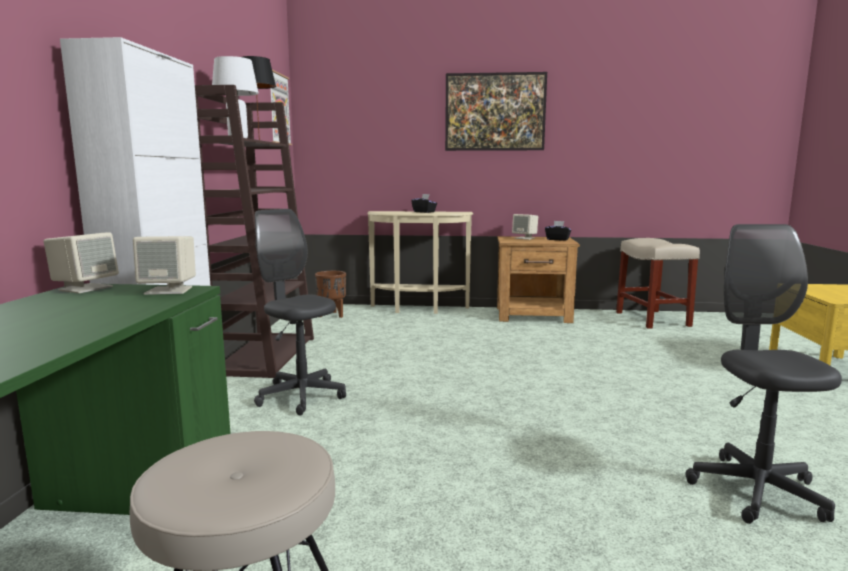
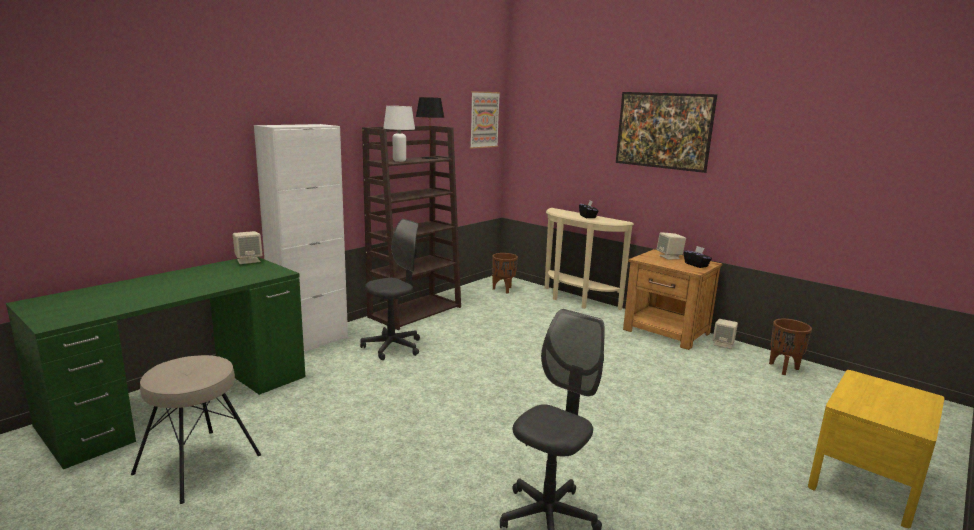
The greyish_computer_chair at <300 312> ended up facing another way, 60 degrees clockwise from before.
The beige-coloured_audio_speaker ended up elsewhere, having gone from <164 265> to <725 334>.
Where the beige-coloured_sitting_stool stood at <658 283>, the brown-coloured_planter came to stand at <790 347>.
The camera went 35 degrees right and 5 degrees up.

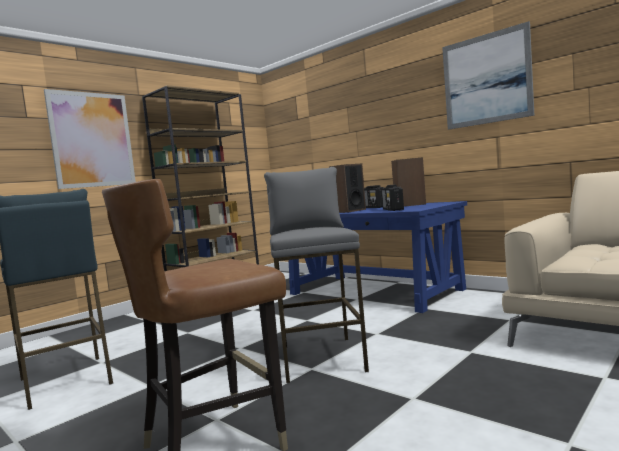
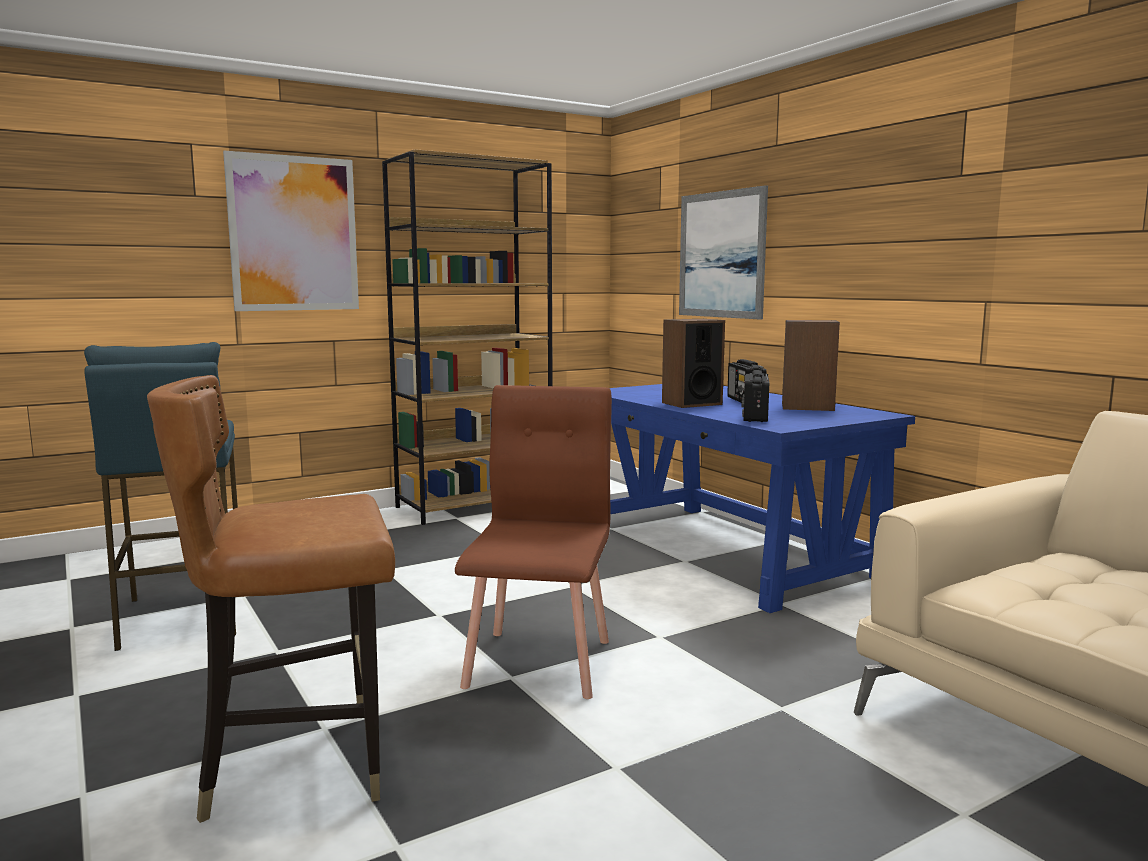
The wall_picture ended up elsewhere, having gone from <488 75> to <723 252>.
Where the greyish_sitting_stool stood at <316 275>, the brown-coloured_upright_chair came to stand at <533 542>.
The camera went 15 degrees right and 5 degrees up.

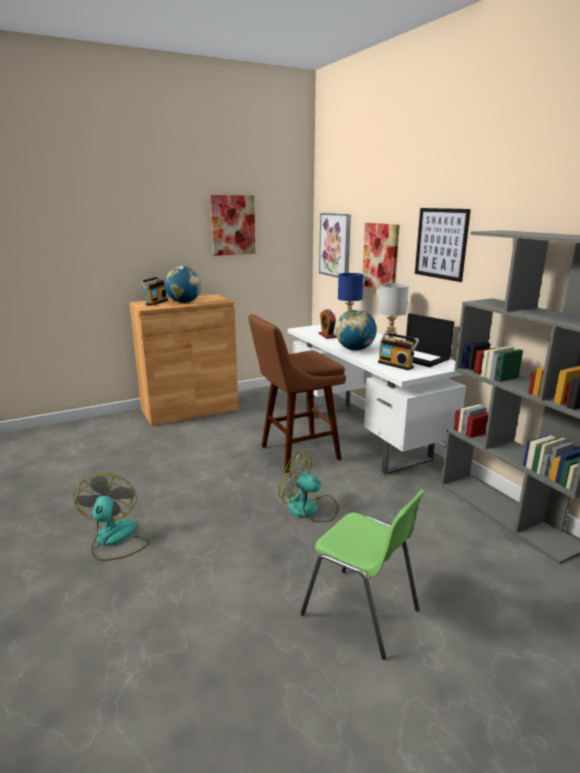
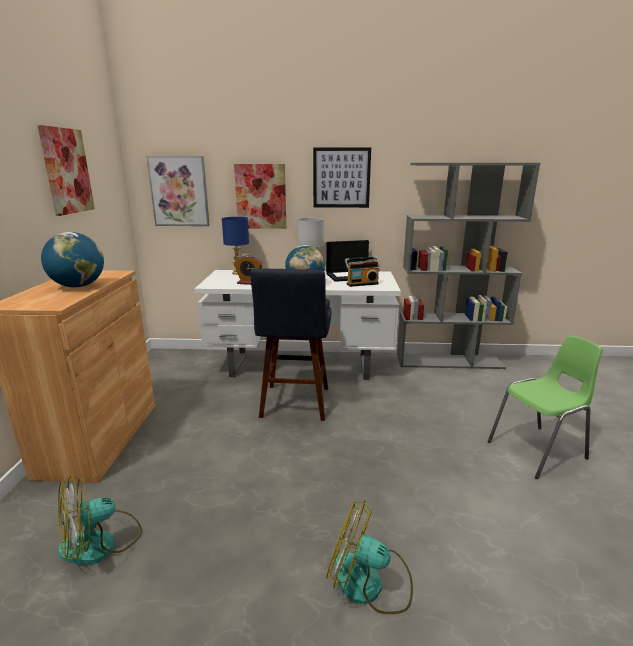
The second view lost the radio_receiver at <154 291>.
What was the brown-coloured_sitting_stool at <297 393> turned into the bluish_sitting_stool at <290 344>.
The fan ended up elsewhere, having gone from <308 486> to <100 520>.
The camera went 60 degrees left and 0 degrees up.

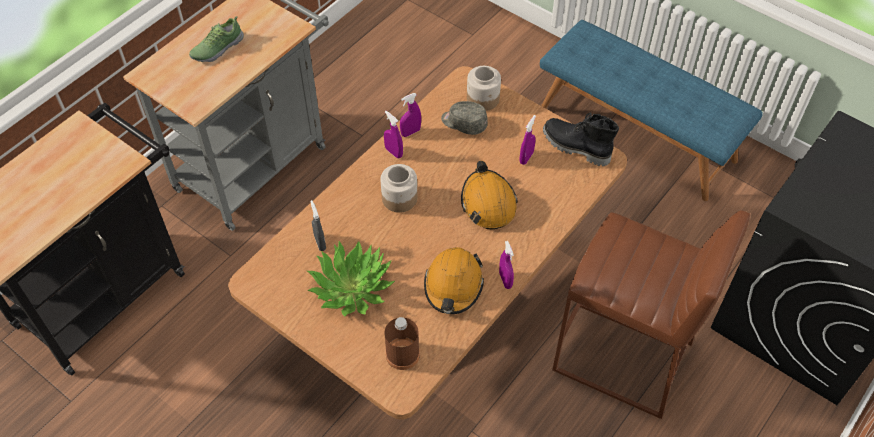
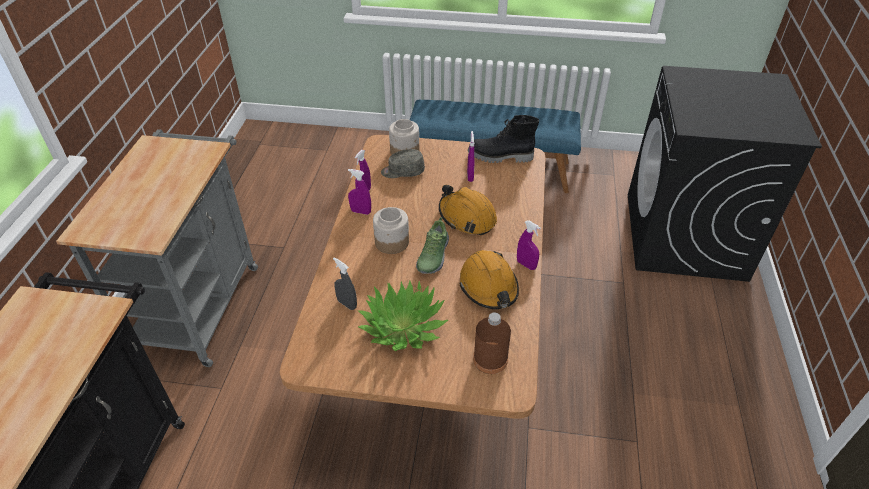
The low_shoe ended up elsewhere, having gone from <216 39> to <432 245>.
The second view lost the brown-coloured_sitting_stool at <651 314>.
The camera went 30 degrees left and 10 degrees down.

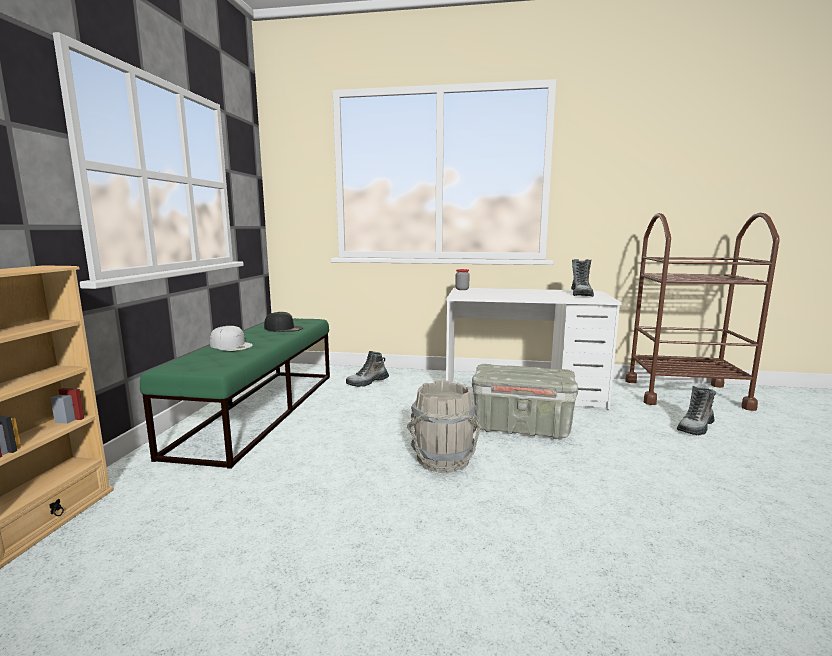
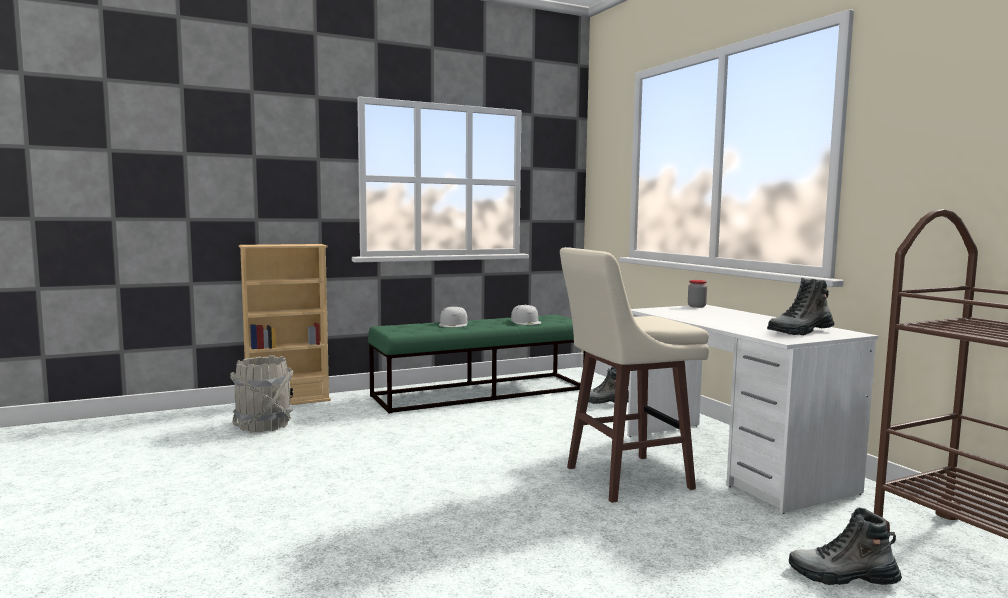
What was the black-coloured_cap at <283 322> turned into the white_cap at <526 315>.
Where the greyish_storage_bin stood at <525 401>, the beige-coloured_sitting_stool came to stand at <634 375>.
The greyish_bucket ended up elsewhere, having gone from <443 426> to <261 394>.
The camera went 55 degrees right and 5 degrees down.

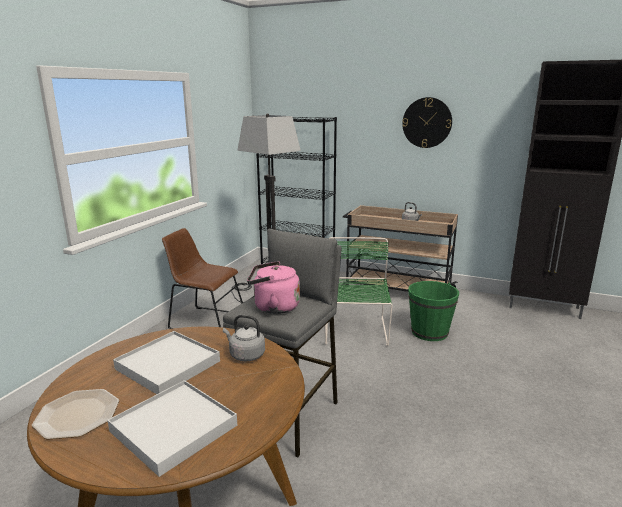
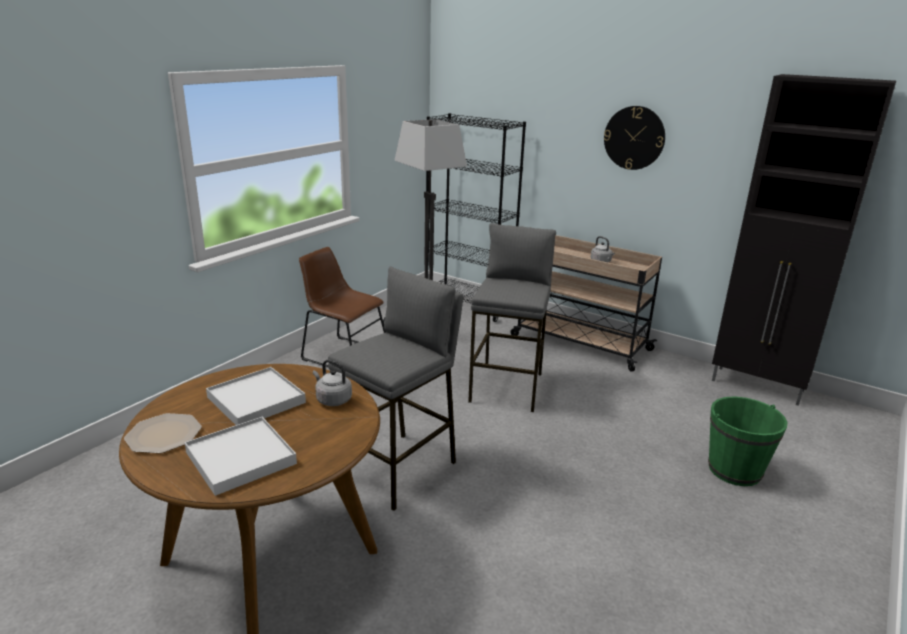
Where the greenish_upright_chair stood at <359 291>, the greyish_sitting_stool came to stand at <512 317>.
The second view lost the pink_water_kettle at <273 287>.
The greenish_bucket ended up elsewhere, having gone from <433 311> to <748 441>.
The camera went 10 degrees right and 5 degrees up.

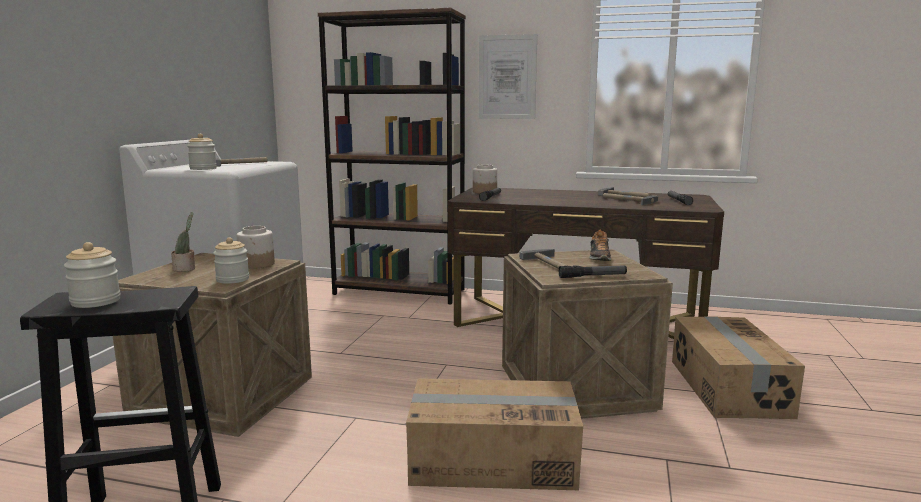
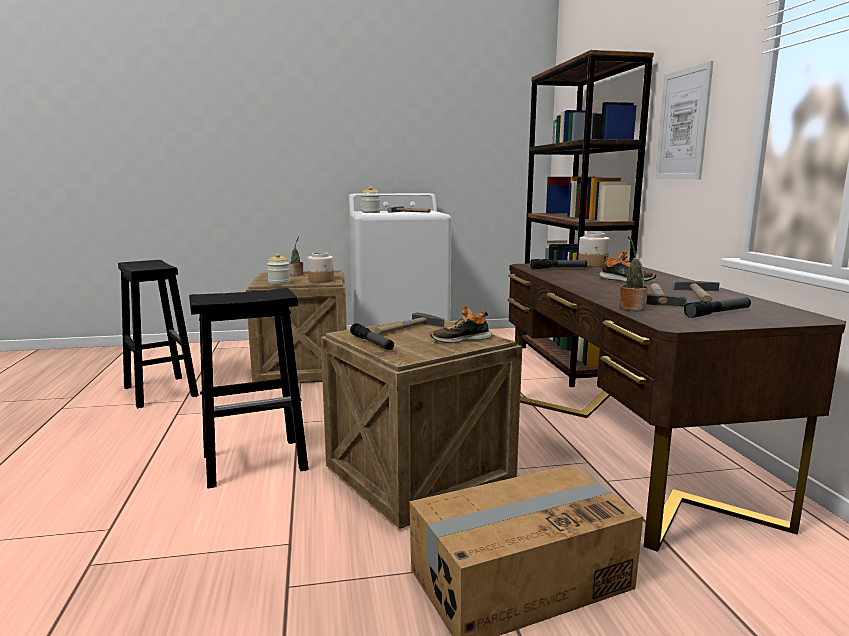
The second view lost the storage_jar at <92 275>.
Where the packing_box stood at <494 434>, the black-coloured_sitting_stool came to stand at <249 388>.
The second view gained the potted_plant at <633 273>.
The second view gained the low_shoe at <627 266>.
The camera went 65 degrees right and 0 degrees up.

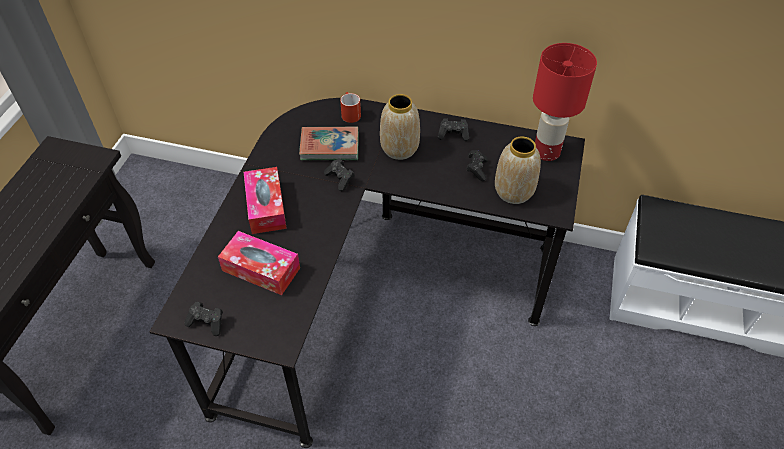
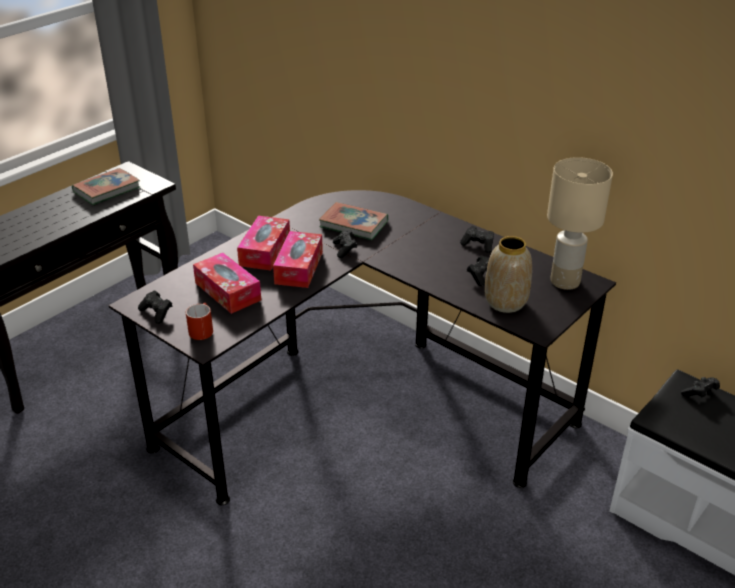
What was the red_table_lamp at <565 102> turned into the beige-coloured_table_lamp at <580 223>.
The red_mug ended up elsewhere, having gone from <350 107> to <199 321>.
The second view lost the decorative_vase at <400 127>.
The second view gained the book at <106 186>.
The second view gained the tissue_holder at <298 259>.
The second view gained the black-coloured_gamepad at <700 387>.
The camera went 25 degrees right and 15 degrees down.

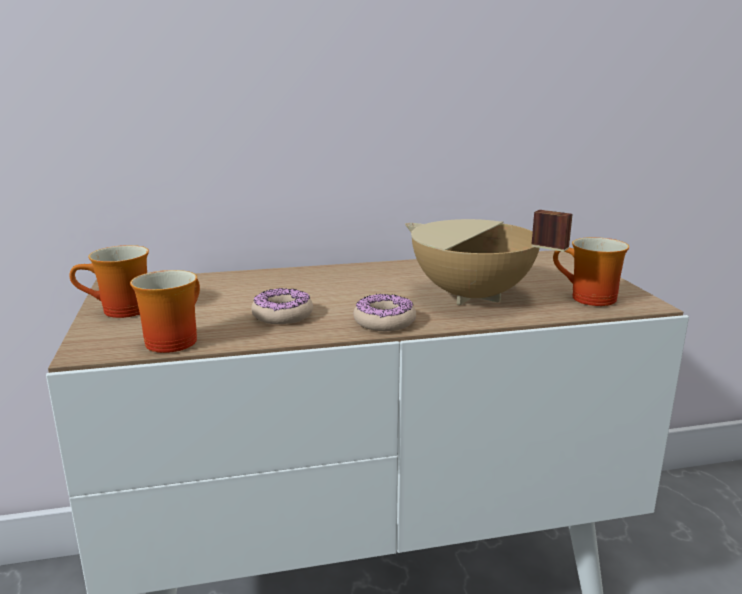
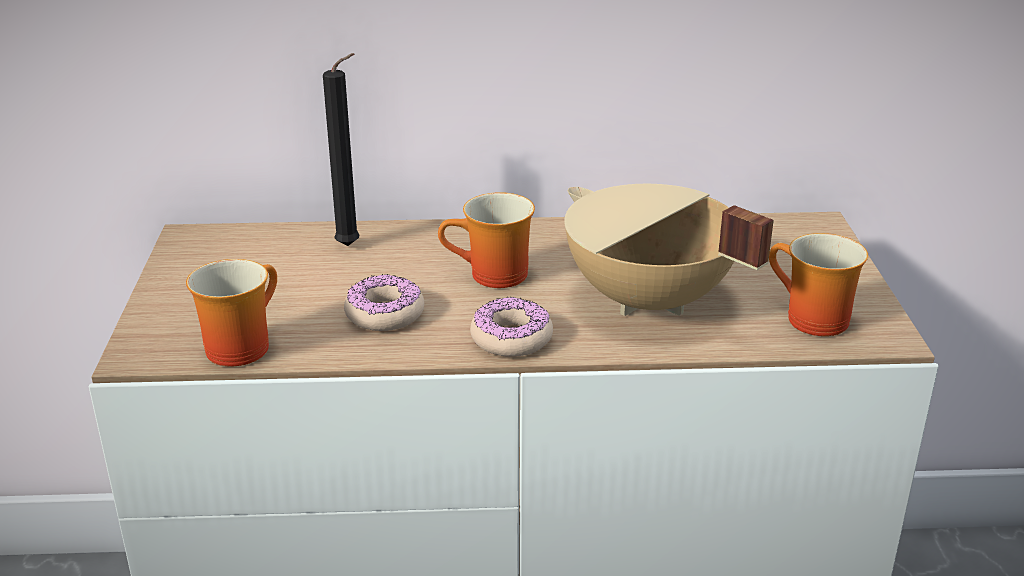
The mug ended up elsewhere, having gone from <109 281> to <486 240>.
The second view gained the black-coloured_wax_candle at <341 149>.
The camera went 10 degrees right and 10 degrees up.

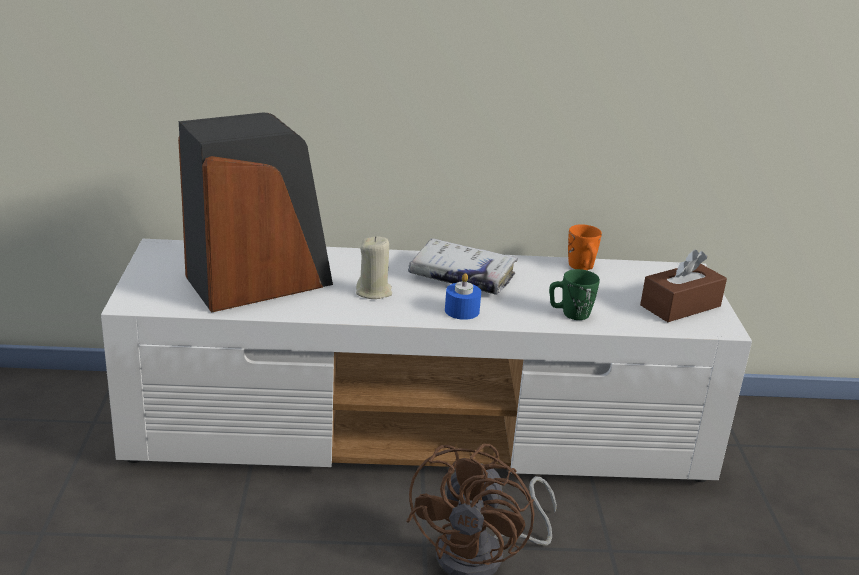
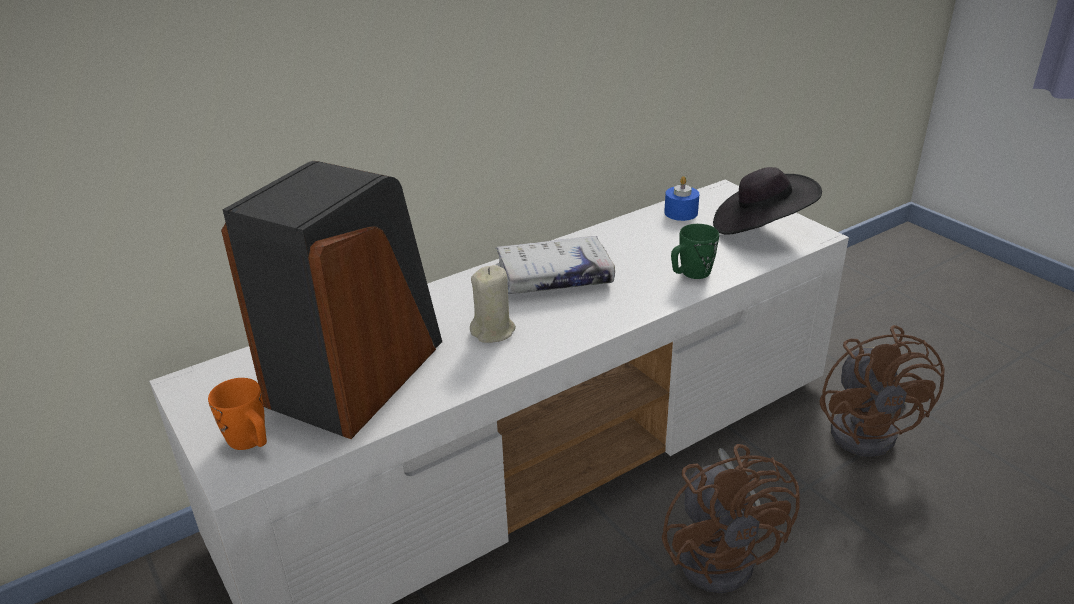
The orange_mug ended up elsewhere, having gone from <585 247> to <237 414>.
Where the brown-coloured_tissue_holder stood at <683 285>, the black-coloured_hat came to stand at <767 201>.
The bluish_wax_candle ended up elsewhere, having gone from <463 296> to <681 198>.
The second view gained the brown-coloured_fan at <882 391>.
The camera went 30 degrees left and 5 degrees up.

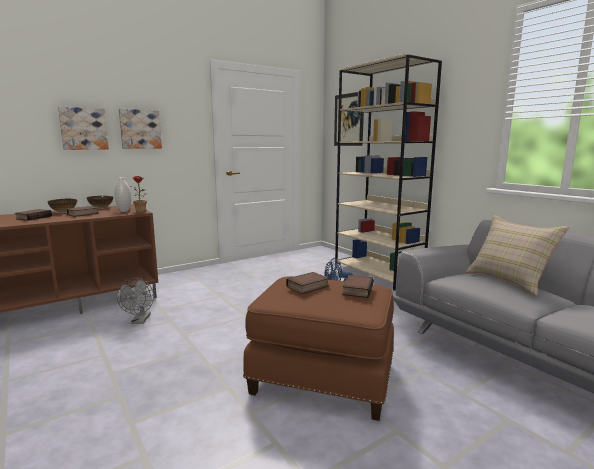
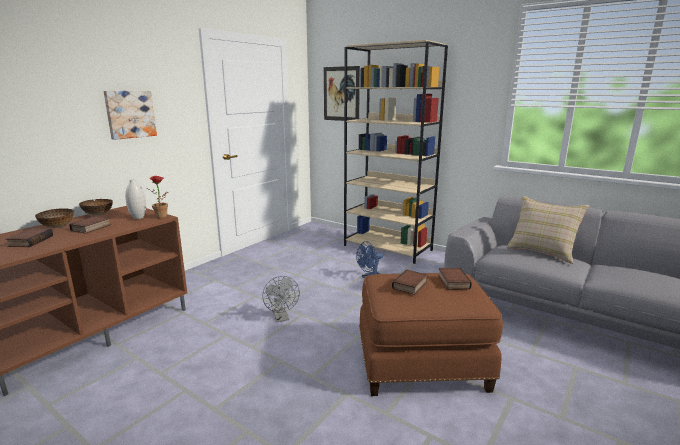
The second view lost the wall_picture at <83 128>.
The greyish_fan ended up elsewhere, having gone from <135 301> to <281 299>.
The camera went 20 degrees left and 5 degrees up.

